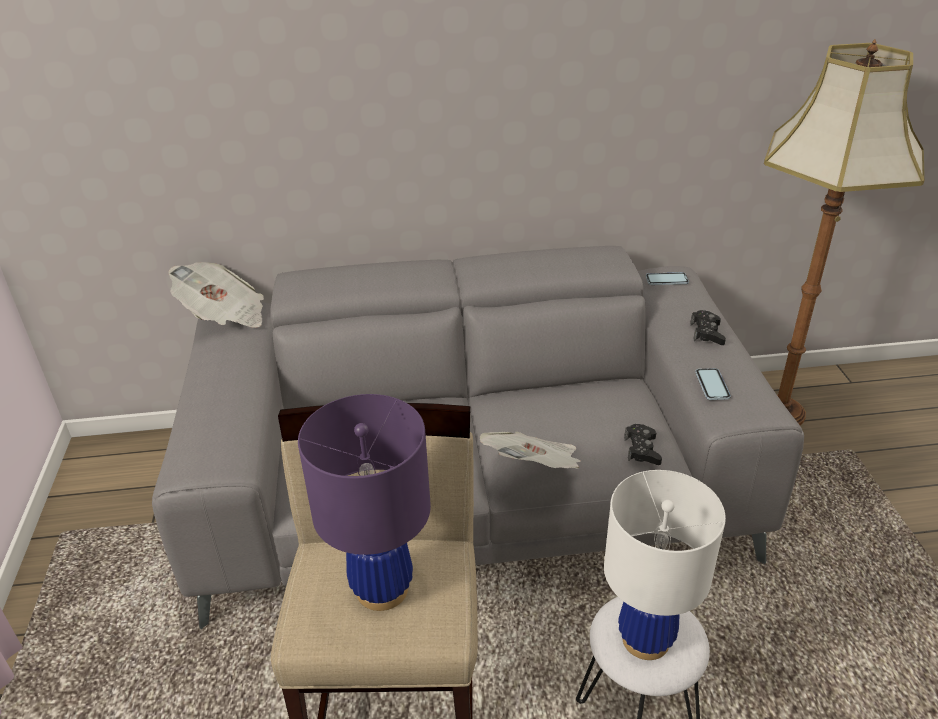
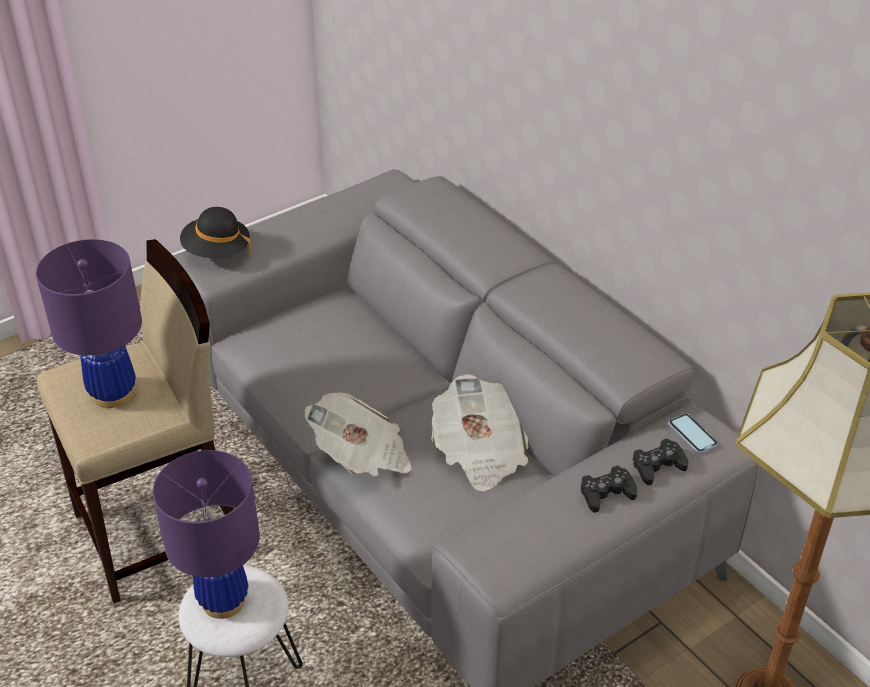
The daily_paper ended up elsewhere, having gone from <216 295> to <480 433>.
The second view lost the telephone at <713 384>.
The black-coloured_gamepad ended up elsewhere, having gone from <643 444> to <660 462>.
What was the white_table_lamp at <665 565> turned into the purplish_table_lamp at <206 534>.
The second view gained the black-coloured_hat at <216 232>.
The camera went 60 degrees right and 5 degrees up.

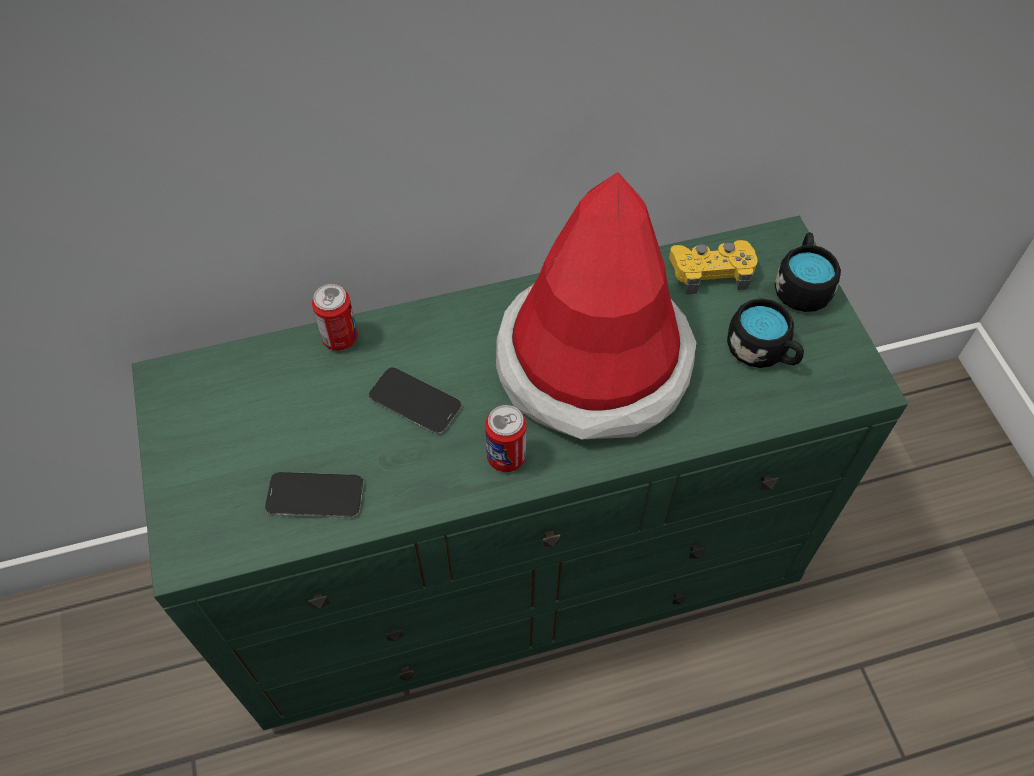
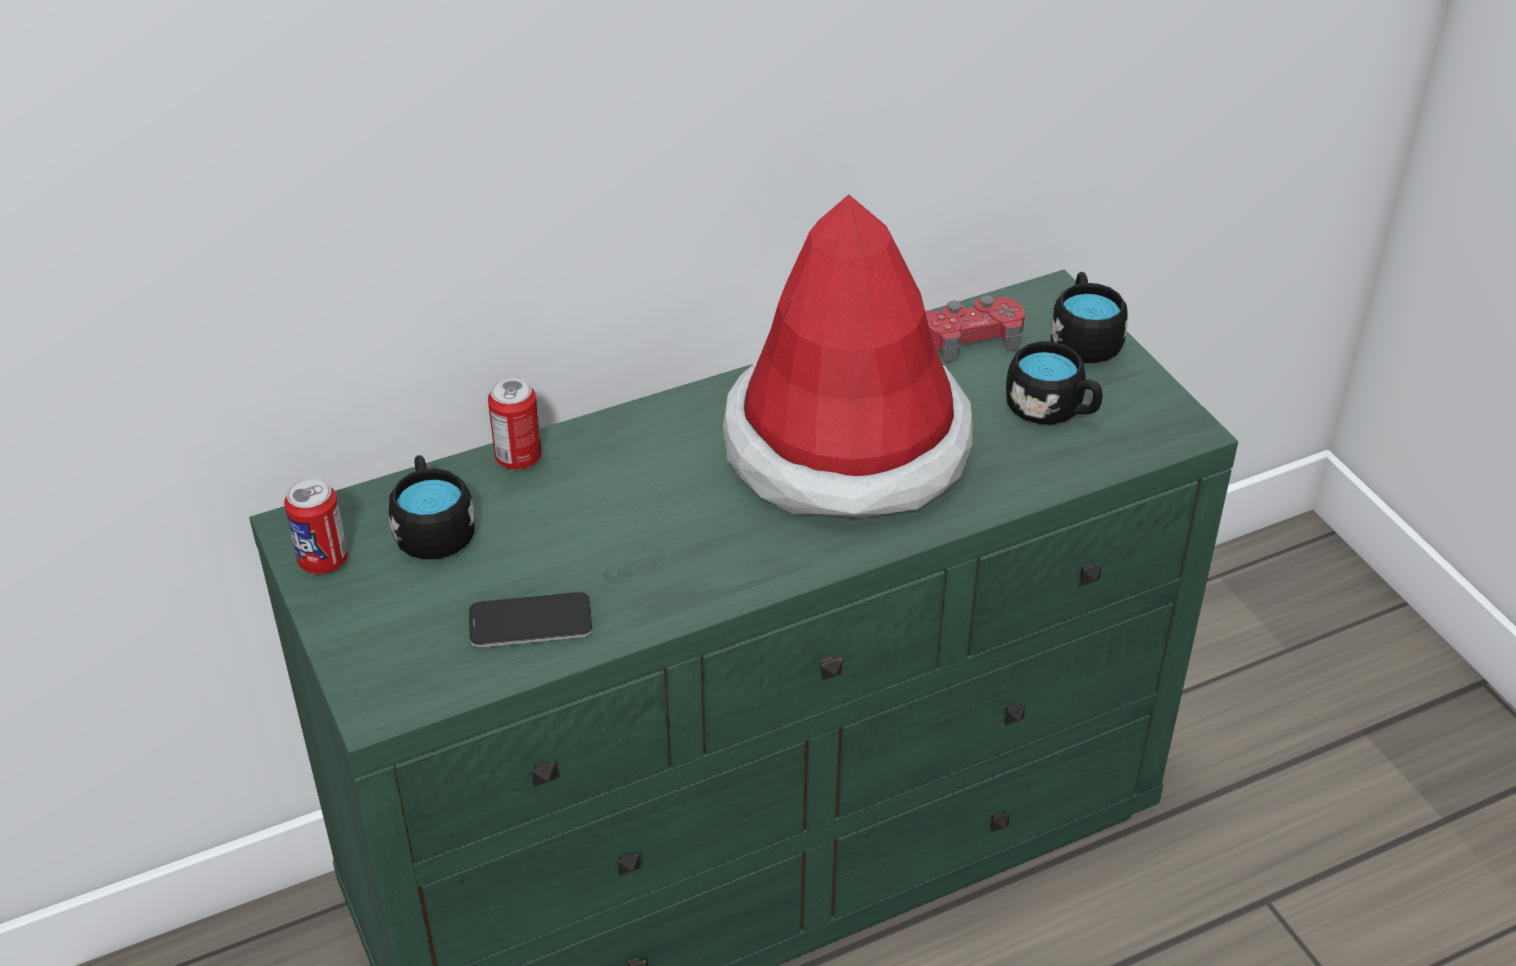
What was the yellow-coloured_gamepad at <713 267> turned into the red_gamepad at <975 329>.
The second view lost the telephone at <415 401>.
The metal_can ended up elsewhere, having gone from <505 438> to <316 526>.
The second view gained the black-coloured_mug at <432 507>.
The camera went 10 degrees left and 15 degrees down.

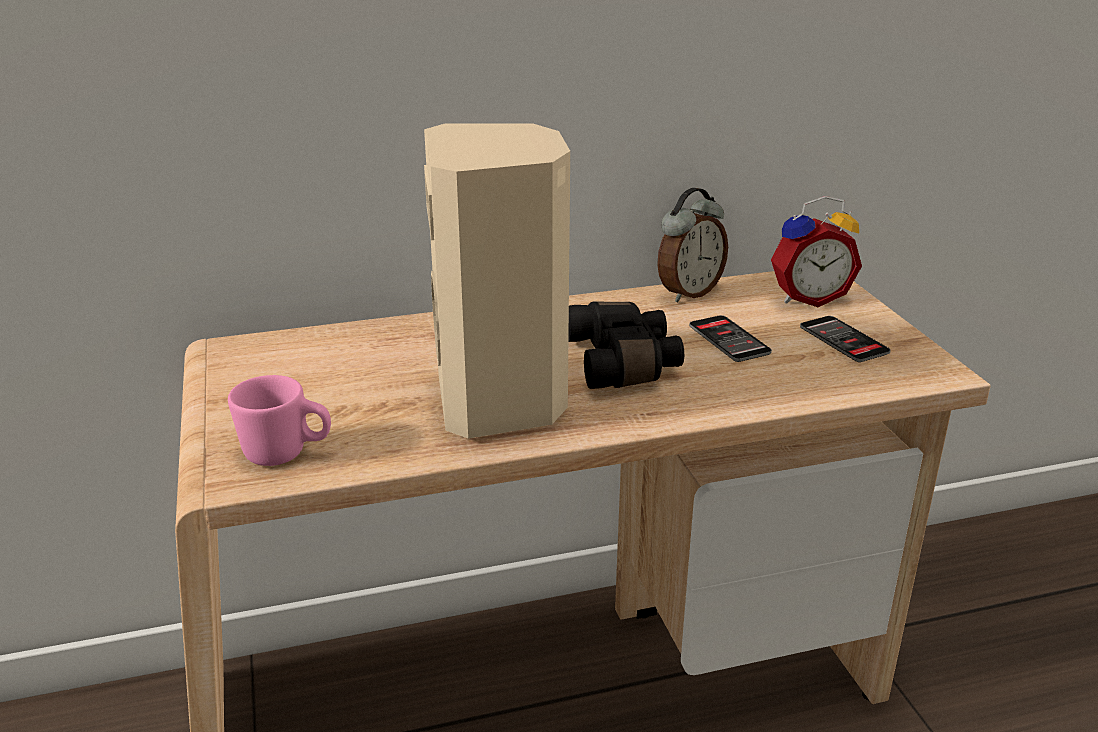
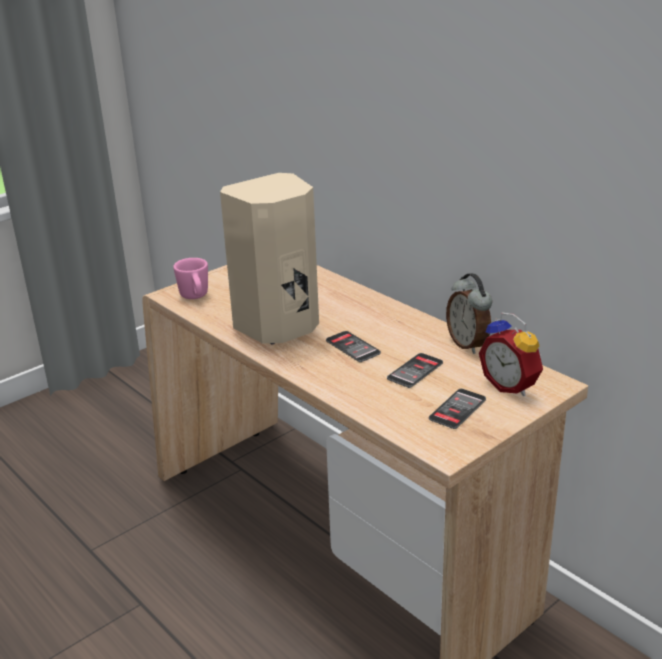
The bedside_clock at <692 245> ended up facing another way, 45 degrees clockwise from before.
Where the black-coloured_field_glasses stood at <626 345>, the telephone came to stand at <353 346>.
The camera went 65 degrees right and 0 degrees up.

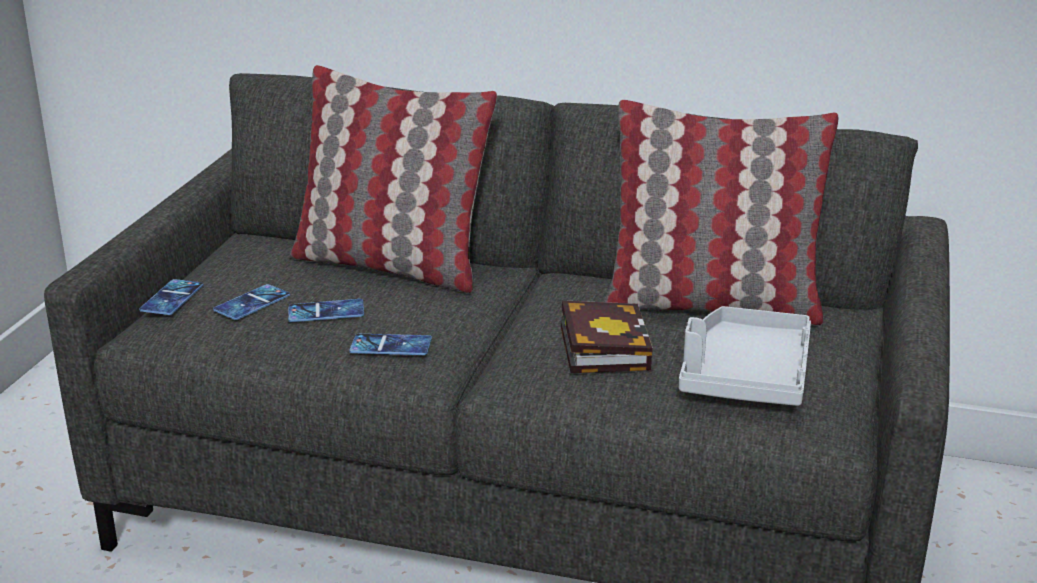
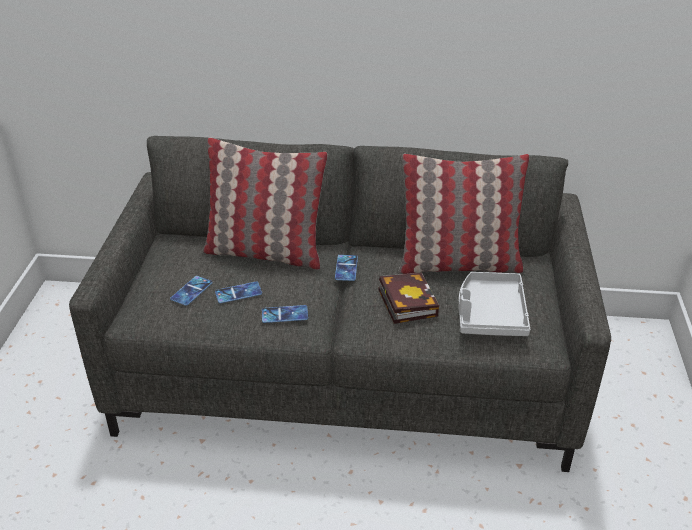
The telephone ended up elsewhere, having gone from <171 297> to <346 268>.
The camera went 10 degrees left and 10 degrees up.

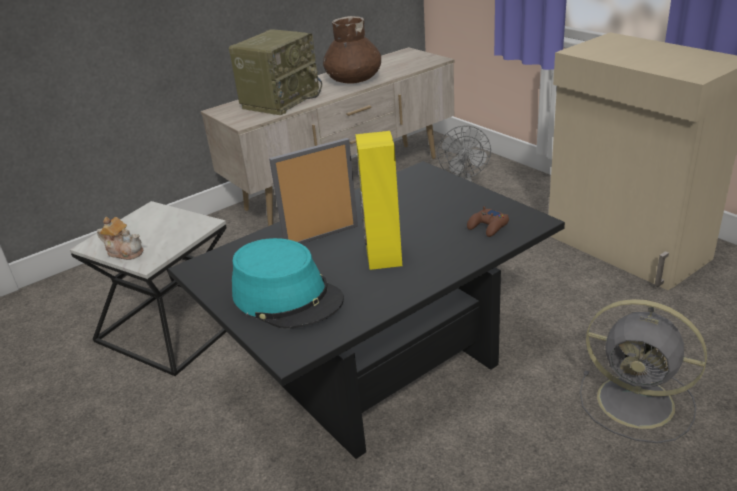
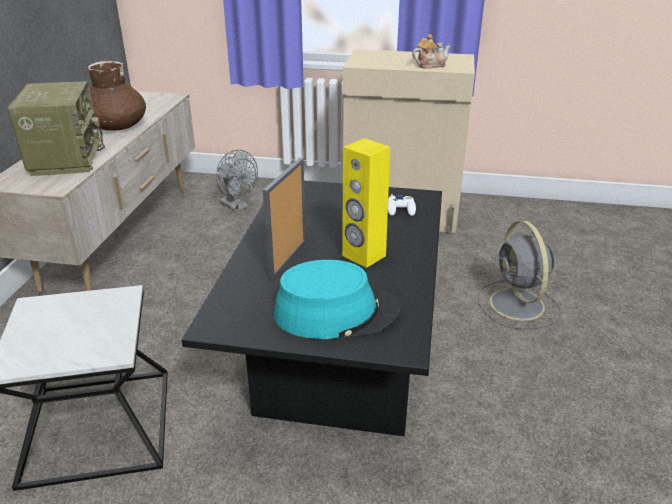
What was the brown-coloured_gamepad at <488 221> turned into the white_gamepad at <402 205>.
The tea_pot ended up elsewhere, having gone from <120 238> to <431 51>.
The greyish_fan at <643 371> ended up facing another way, 90 degrees clockwise from before.
The camera went 45 degrees left and 0 degrees up.

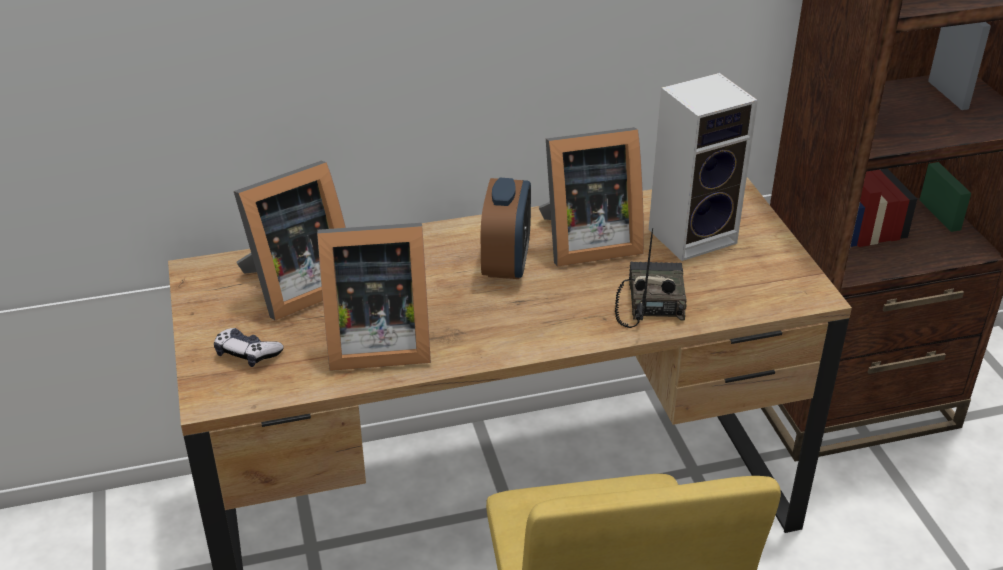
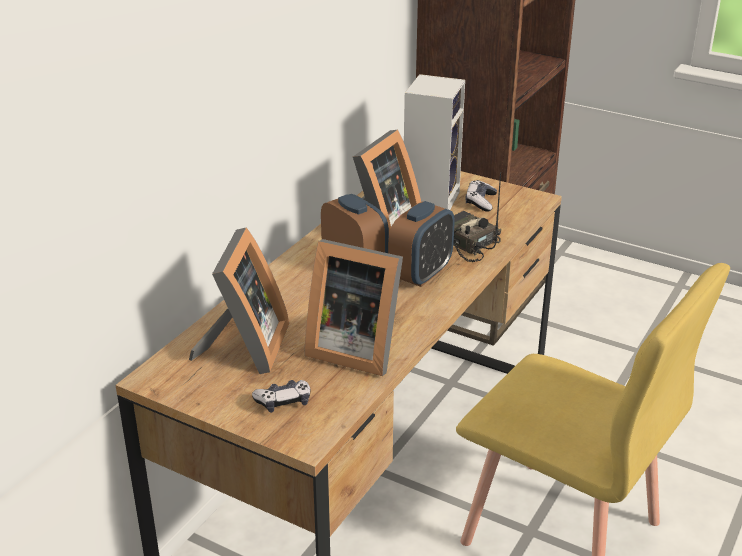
The standing_frame at <374 297> ended up facing another way, 75 degrees clockwise from before.
The second view gained the gamepad at <481 196>.
The second view gained the bedside_clock at <421 244>.
The camera went 45 degrees left and 5 degrees down.

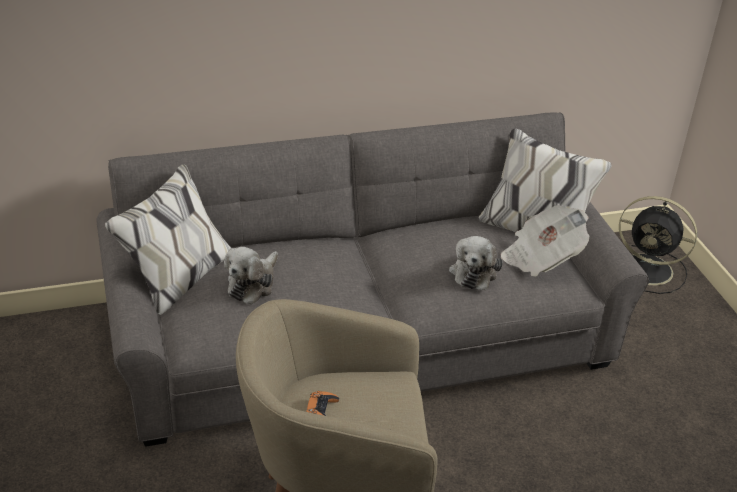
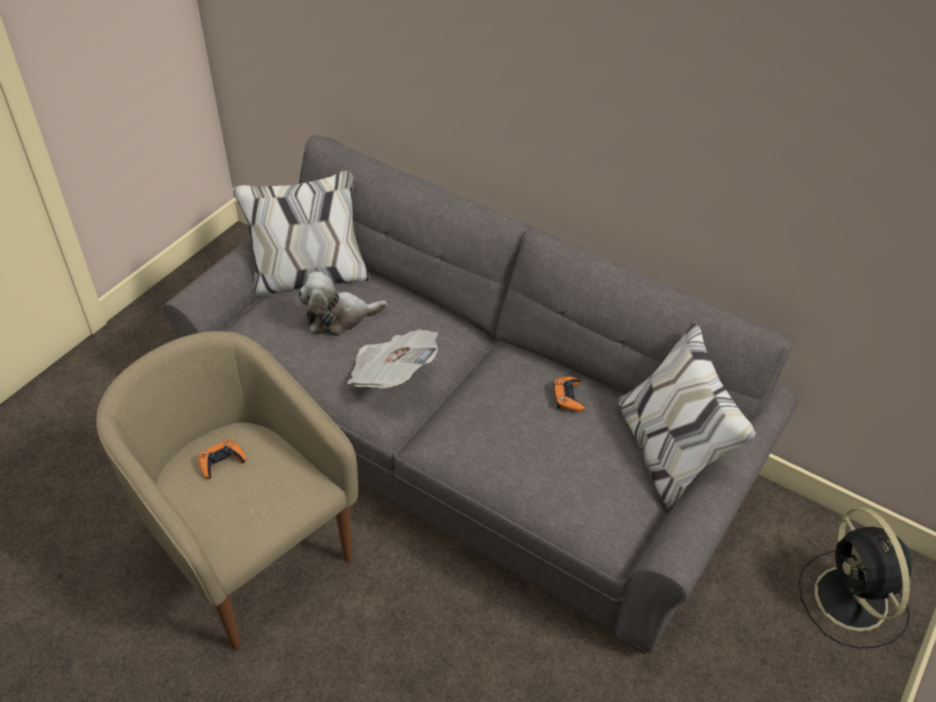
The daily_paper ended up elsewhere, having gone from <545 241> to <392 359>.
The second view lost the soft_toy at <476 263>.
The second view gained the orange_gamepad at <569 394>.
The camera went 50 degrees right and 10 degrees up.

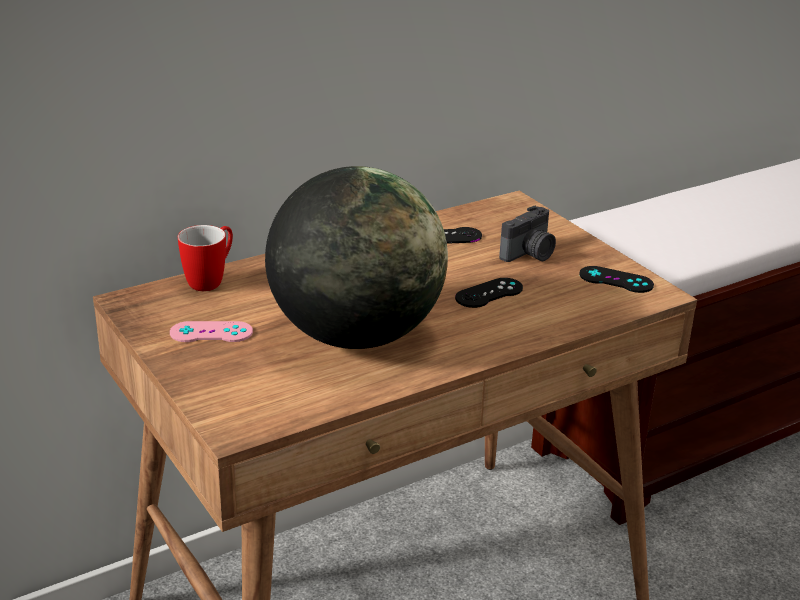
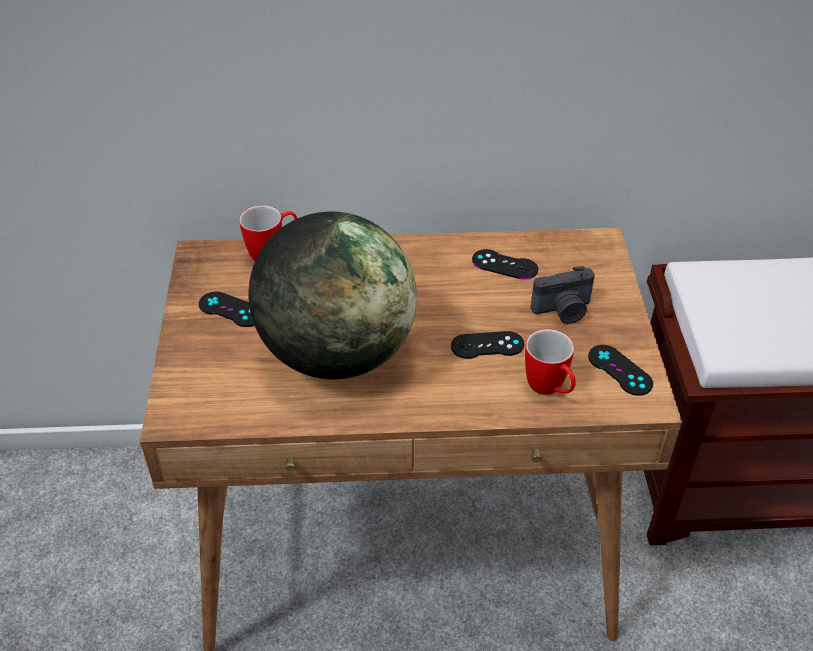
What was the pink_gamepad at <211 331> turned into the black-coloured_gamepad at <226 309>.
The second view gained the mug at <550 362>.
The camera went 30 degrees right and 15 degrees up.

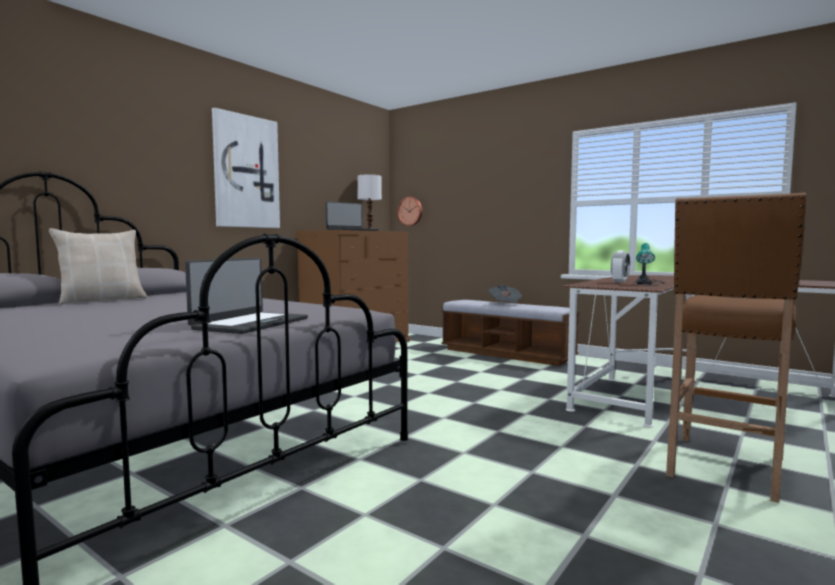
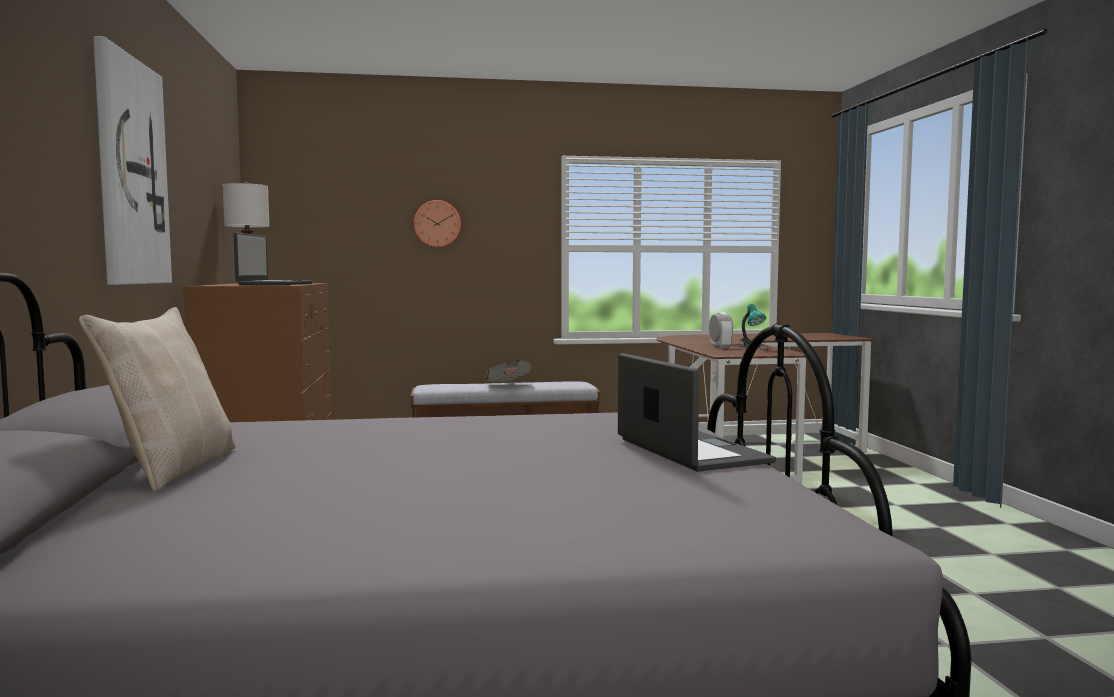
The second view lost the brown-coloured_sitting_stool at <736 348>.
The hanging_clock ended up elsewhere, having gone from <409 211> to <437 223>.
The camera went 45 degrees left and 0 degrees up.

